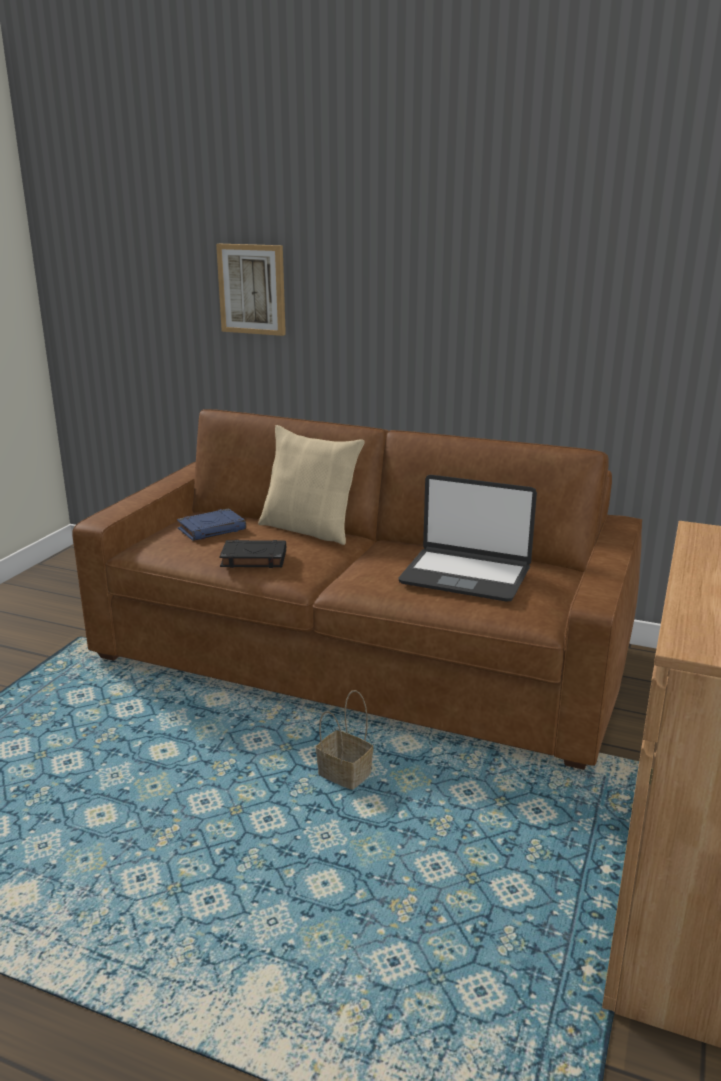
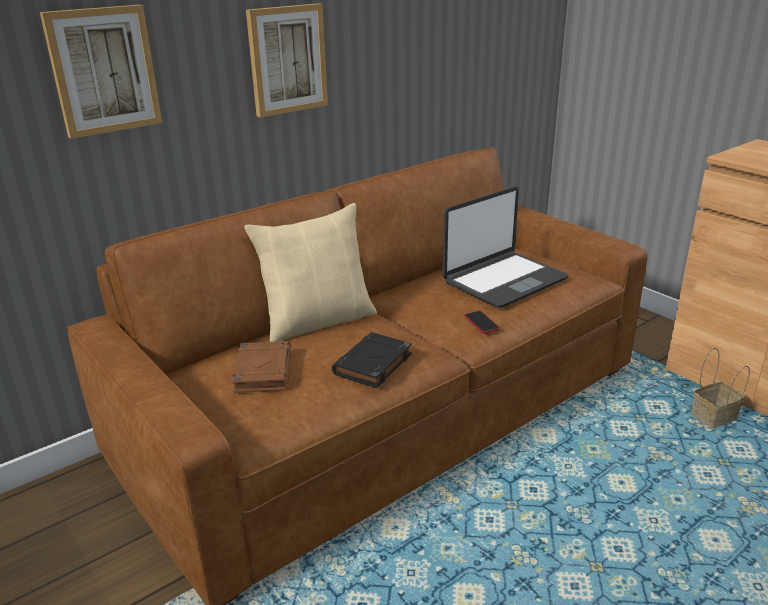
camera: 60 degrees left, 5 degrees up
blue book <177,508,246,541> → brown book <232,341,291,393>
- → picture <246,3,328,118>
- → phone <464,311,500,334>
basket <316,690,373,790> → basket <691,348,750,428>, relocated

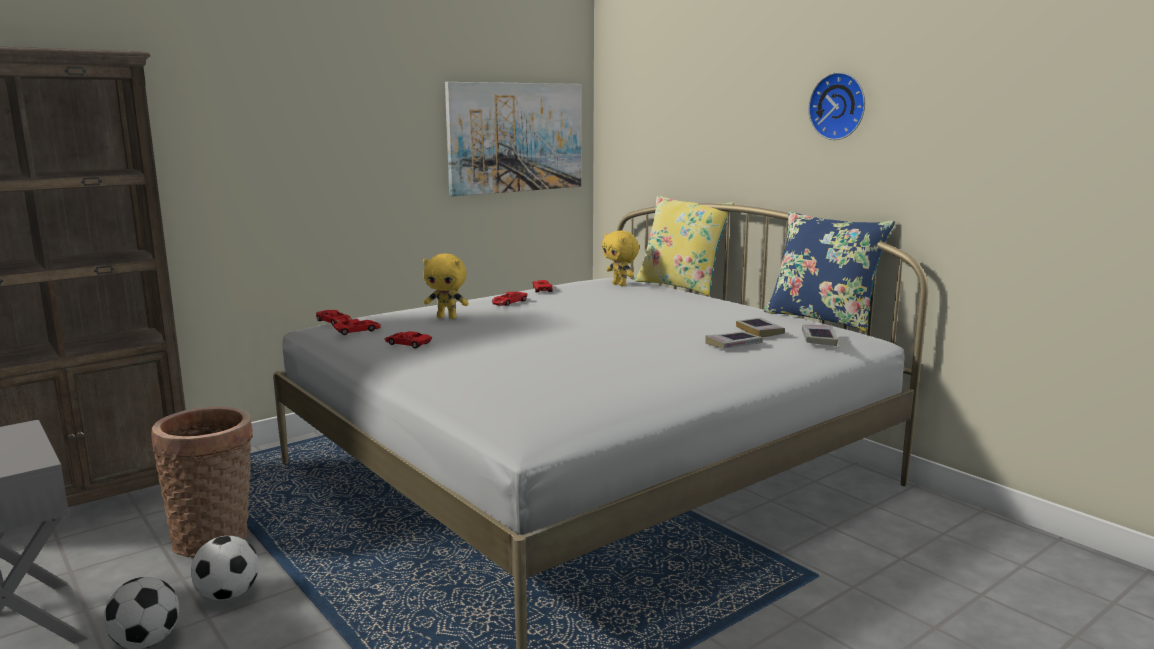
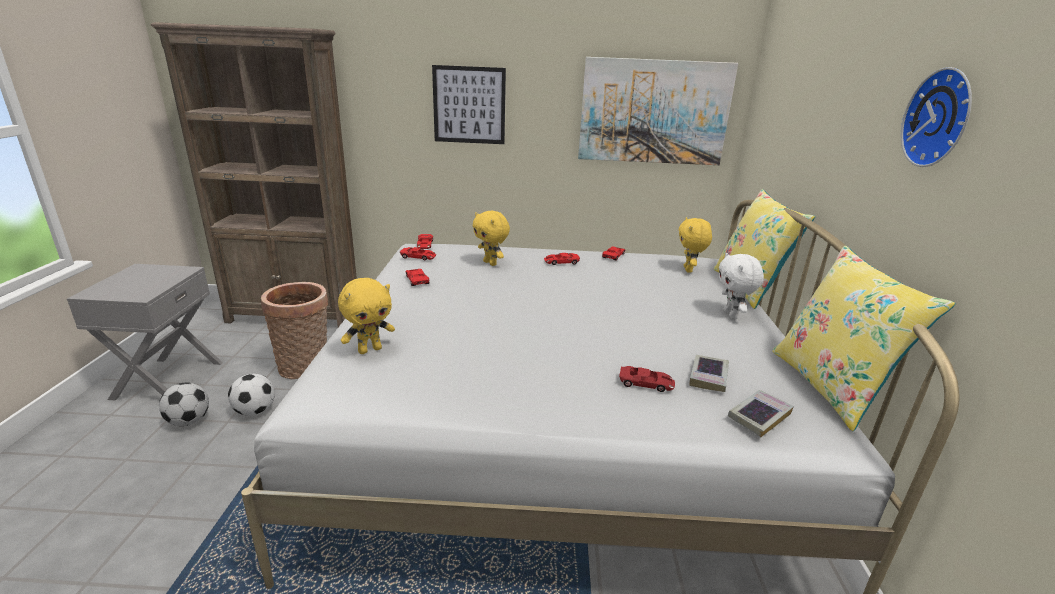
camera: 40 degrees right, 10 degrees up
- → yellow plush toy <338,278,395,354>
- → picture <432,65,506,144>
book <705,332,763,349> → red toy car <619,366,675,392>
- → white plush toy <719,253,764,319>
blue pillow <764,211,895,332> → yellow pillow <772,246,955,431>

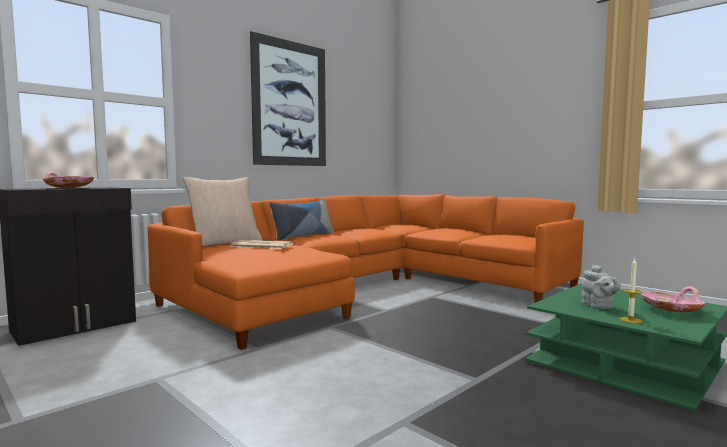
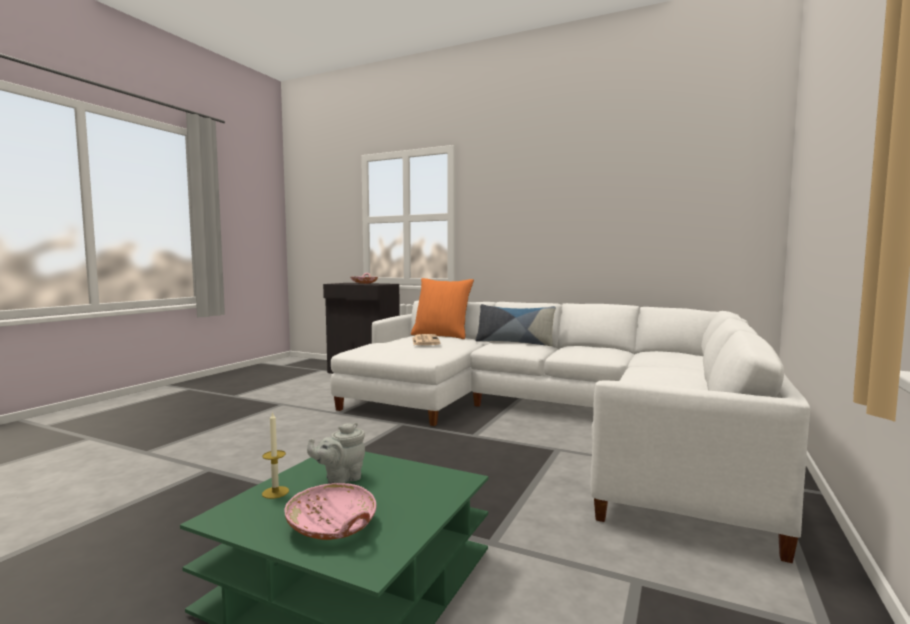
camera: 70 degrees right, 0 degrees up
orange sofa <148,194,584,350> → white sofa <331,301,810,563>
beige pillow <183,177,262,247> → orange pillow <411,278,474,339>
picture <250,31,326,166> → -

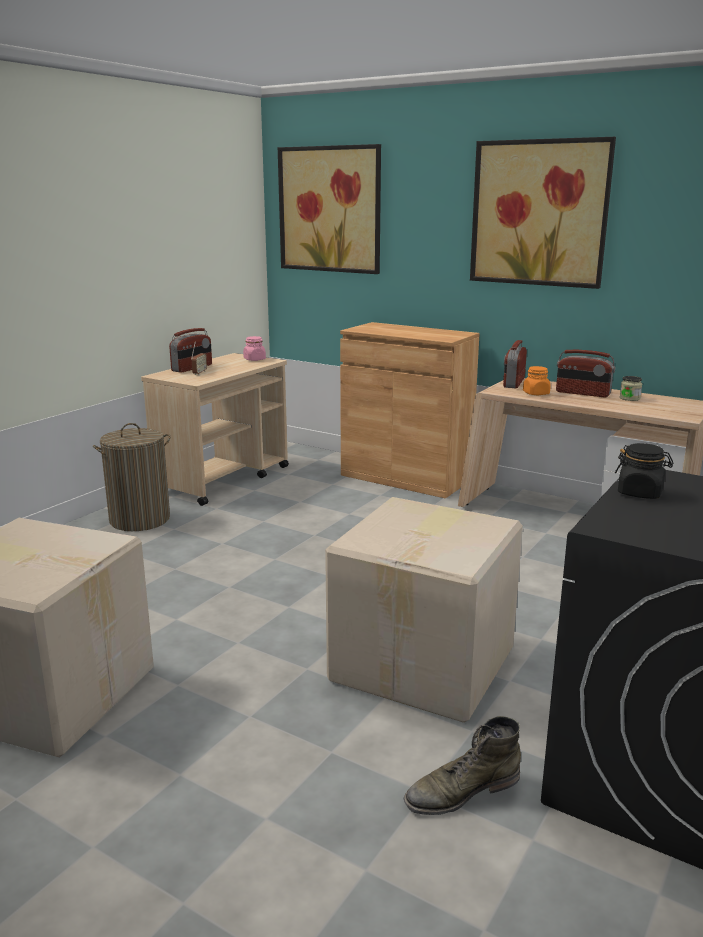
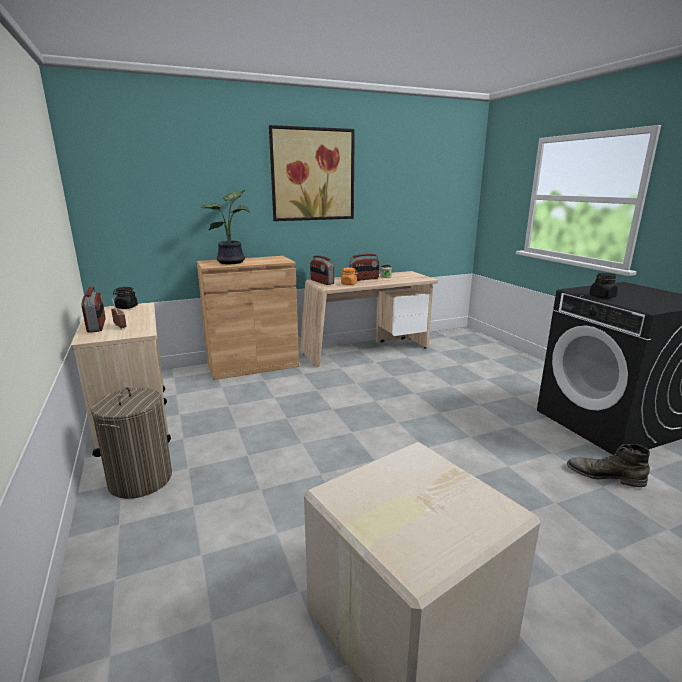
camera: 55 degrees left, 0 degrees up
pink jar <243,336,266,361> → black jar <113,287,138,309>
- → potted plant <201,190,250,264>
green boot <404,716,521,815> → green boot <567,444,650,487>, 105 degrees clockwise
picture <278,144,381,274> → -
cardboard box <325,497,523,723> → -

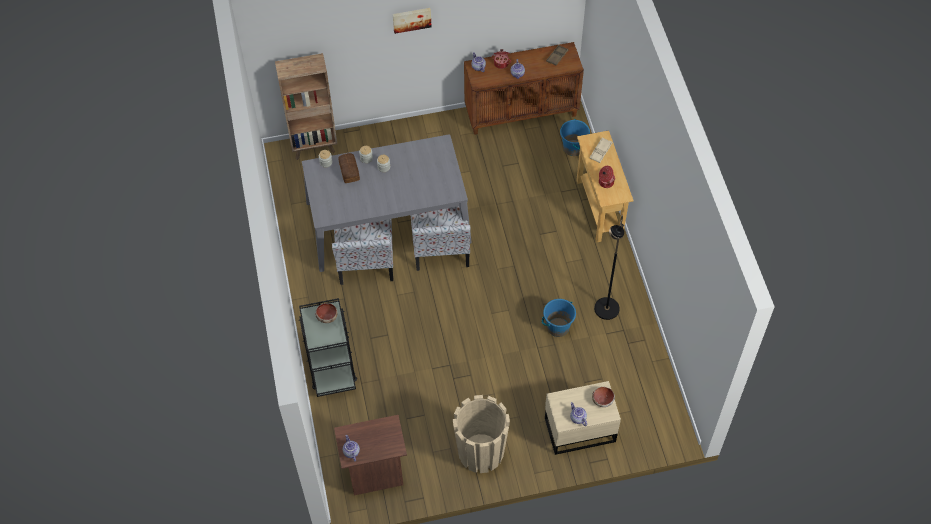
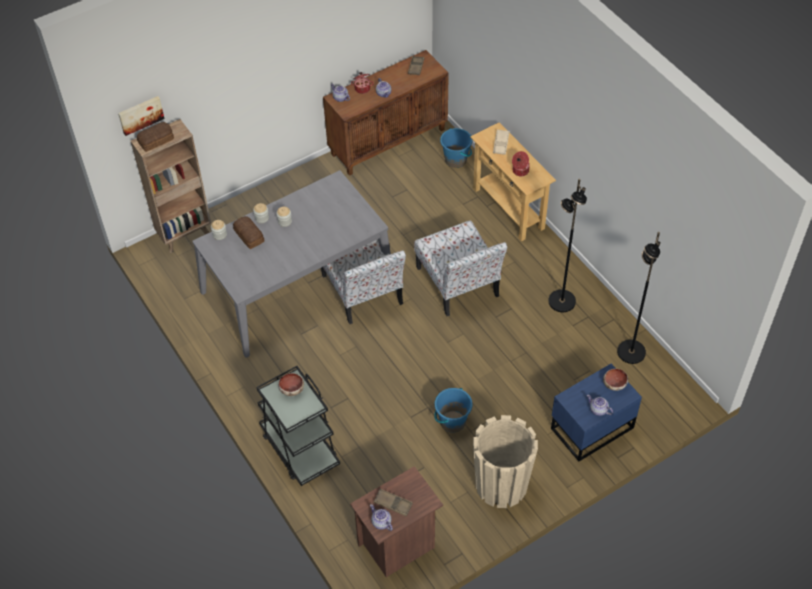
camera: 20 degrees left, 5 degrees down
picture <393,8,431,34> → picture <118,96,165,136>, relocated
- → bread <137,122,174,152>
- → brown tray <374,489,413,517>
chair <332,219,393,285> → chair <414,220,507,316>, relocated
blue bucket <542,299,576,337> → blue bucket <434,388,472,433>, relocated
beige nightstand <545,381,621,455> → blue nightstand <551,364,642,461>
- → black floor lamp <617,232,661,364>

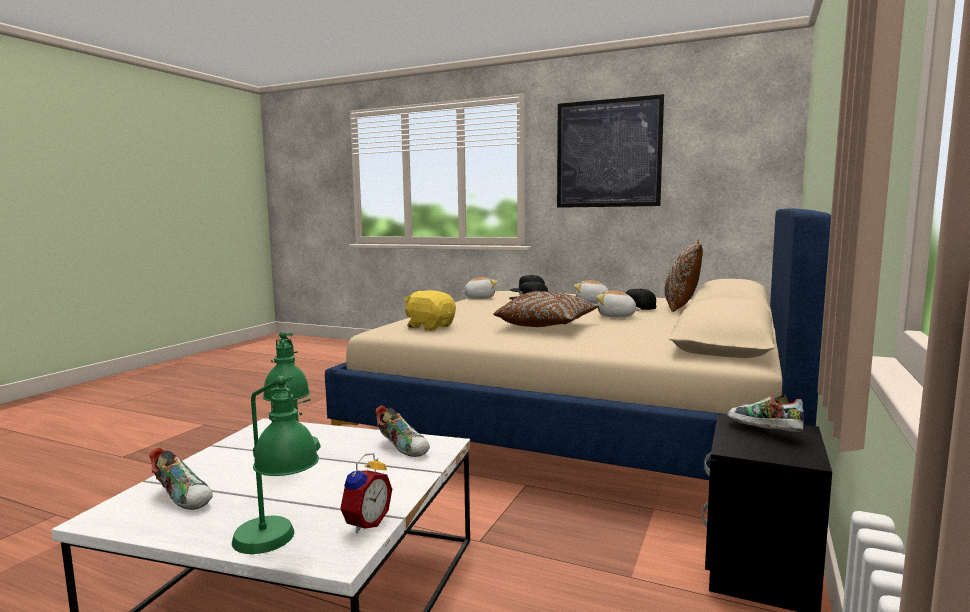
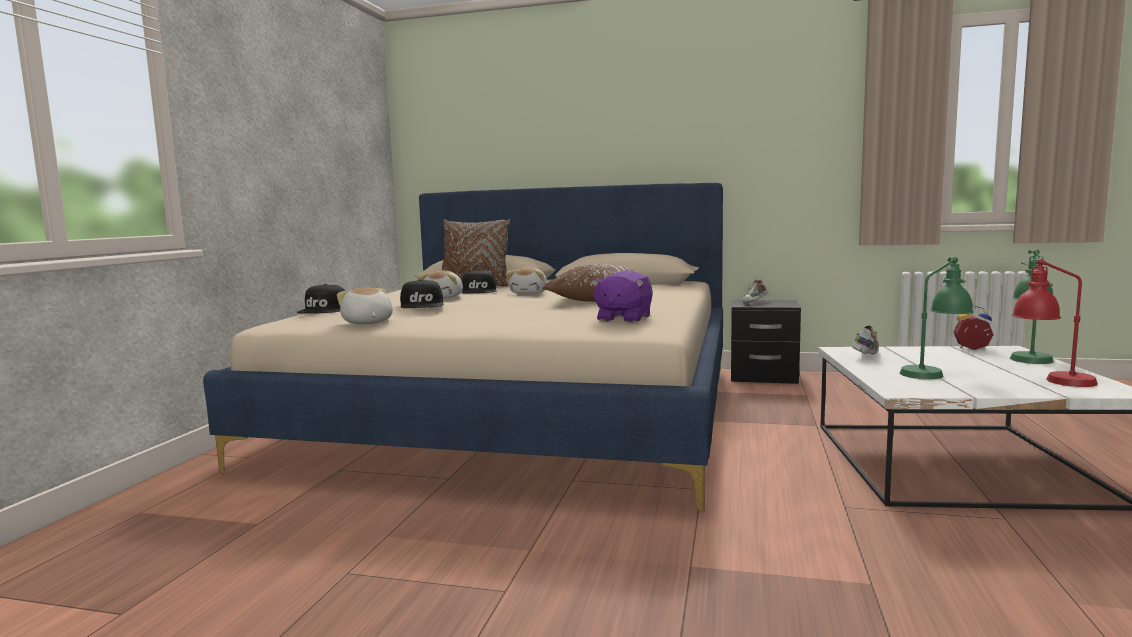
camera: 100 degrees left, 0 degrees up
yellow plush toy <404,290,456,330> → purple plush toy <591,270,653,323>
shoe <149,448,213,510> → red table lamp <1012,259,1098,387>
picture <557,94,664,208> → -

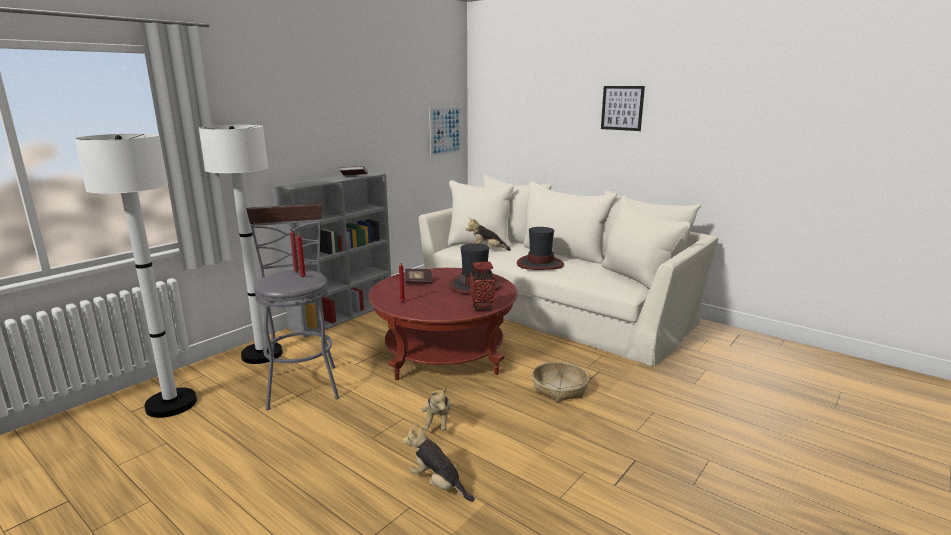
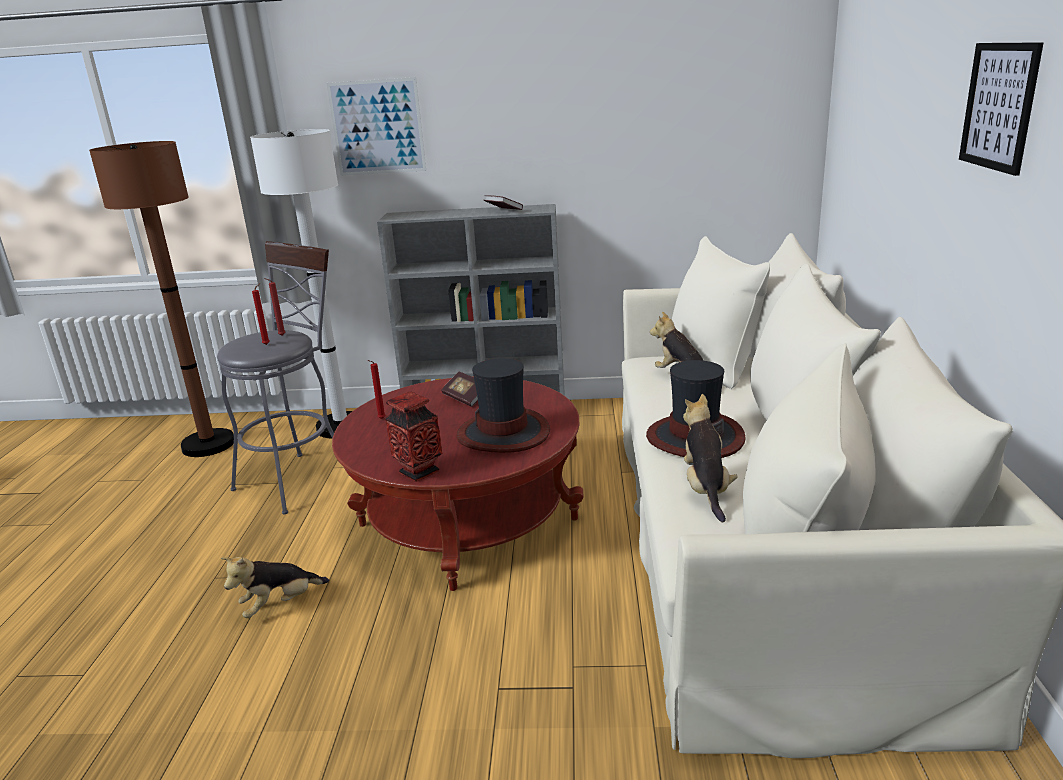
camera: 55 degrees right, 5 degrees up
white floor lamp <75,133,197,418> → brown floor lamp <89,141,234,457>
picture <429,106,462,157> → picture <326,77,426,176>, relocated
plush toy <403,421,474,502> → plush toy <683,394,738,522>, relocated
basket <532,362,589,402> → -

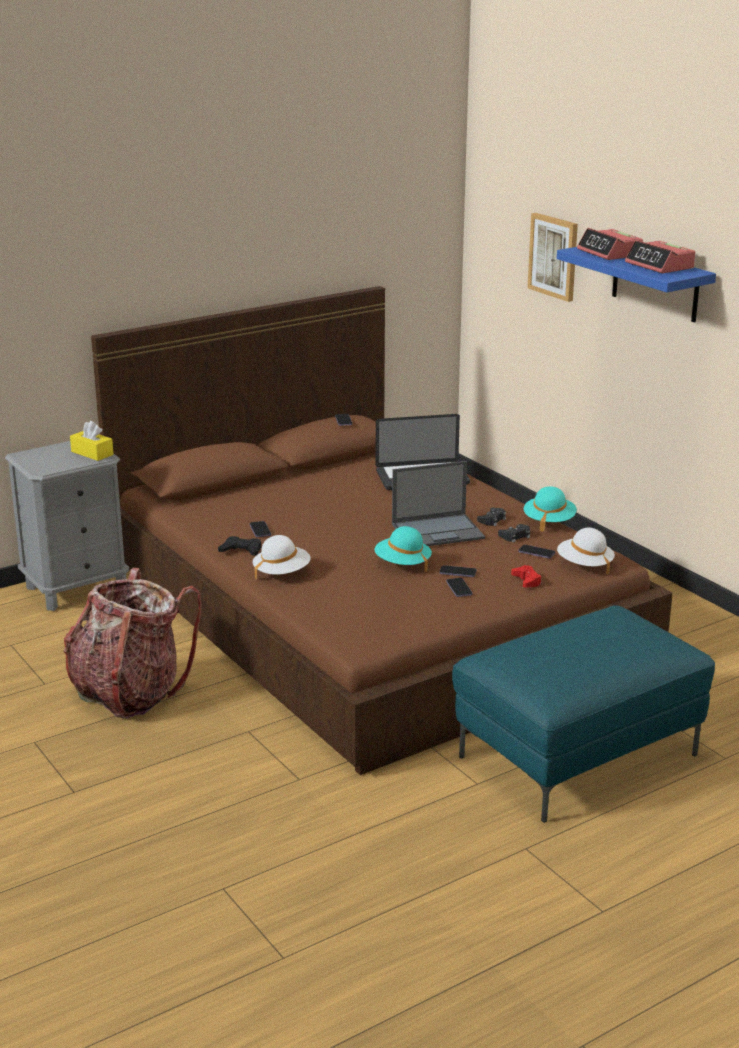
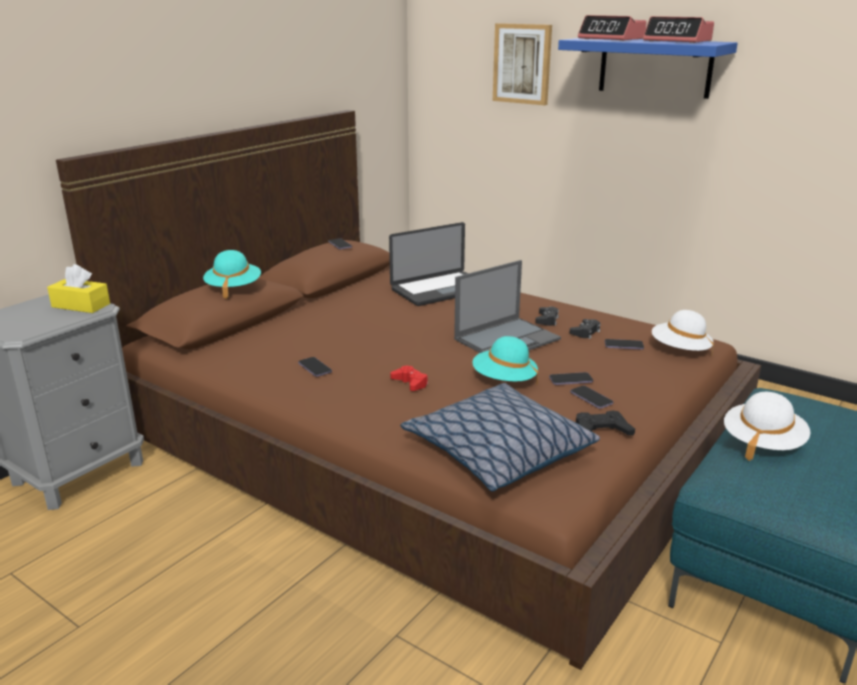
camera: 20 degrees left, 0 degrees up
turquoise hat <524,486,577,532> → turquoise hat <203,250,261,299>, relocated
red game controller <511,565,541,588> → red game controller <390,366,428,391>, relocated
- → pillow <400,383,600,492>
black game controller <218,536,261,556> → black game controller <576,410,635,435>, relocated
white hat <252,535,311,579> → white hat <724,392,810,461>, relocated
backpack <63,568,202,719> → -

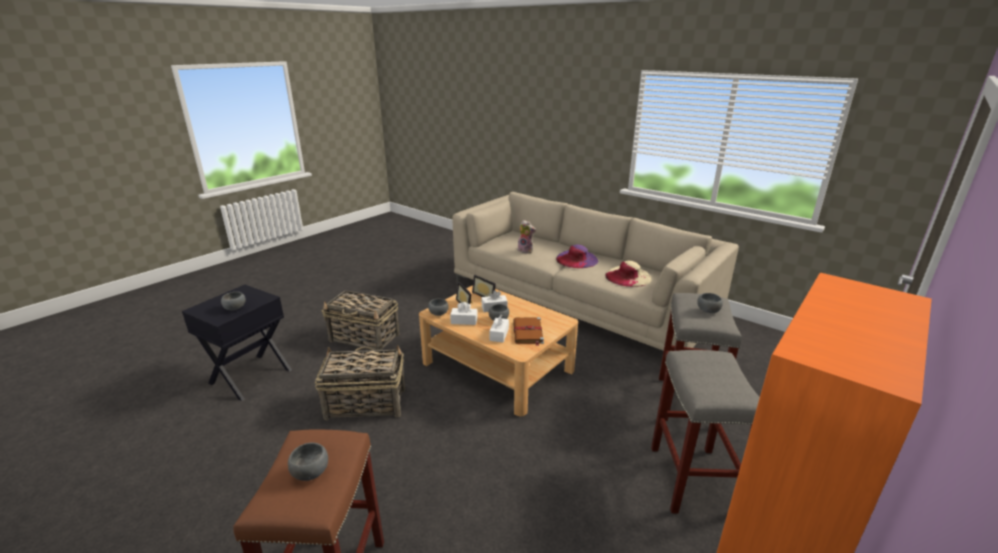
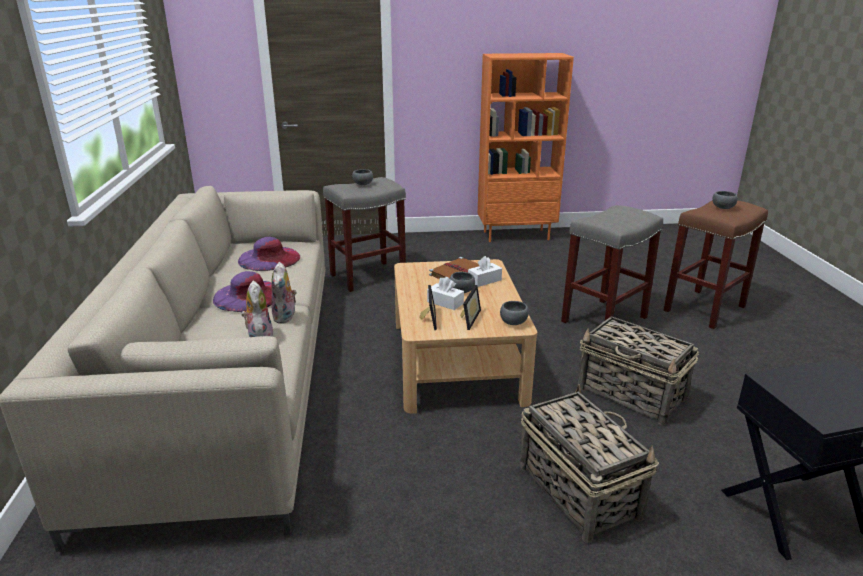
camera: 135 degrees left, 0 degrees up
beige hat <606,261,652,287> → purple hat <238,237,301,271>
- → plush toy <271,262,297,324>
grey stool <651,350,760,514> → grey stool <561,205,663,323>, relocated
grey bowl <221,292,246,310> → -
white tissue box <450,302,478,325> → -

